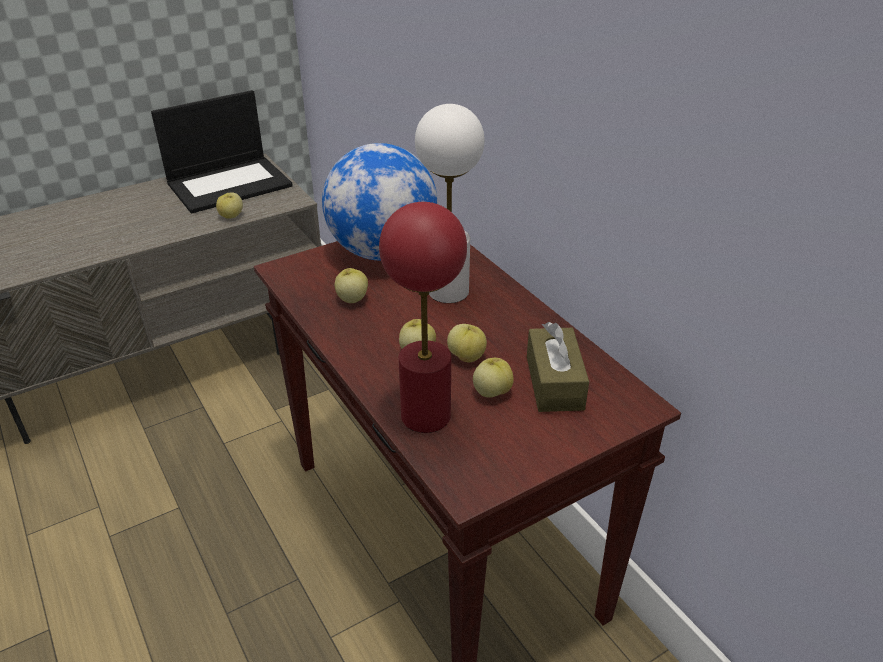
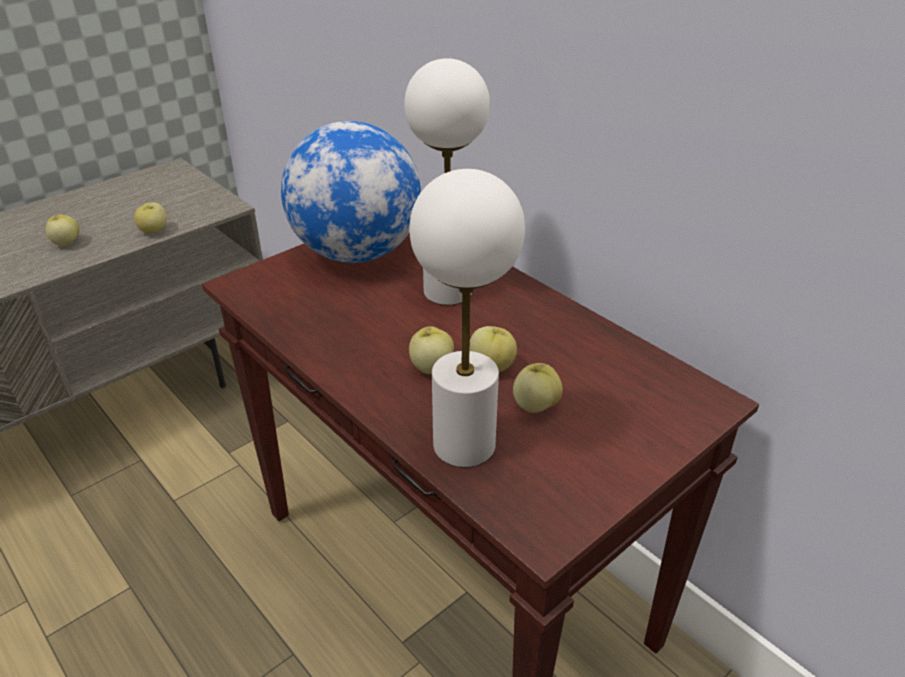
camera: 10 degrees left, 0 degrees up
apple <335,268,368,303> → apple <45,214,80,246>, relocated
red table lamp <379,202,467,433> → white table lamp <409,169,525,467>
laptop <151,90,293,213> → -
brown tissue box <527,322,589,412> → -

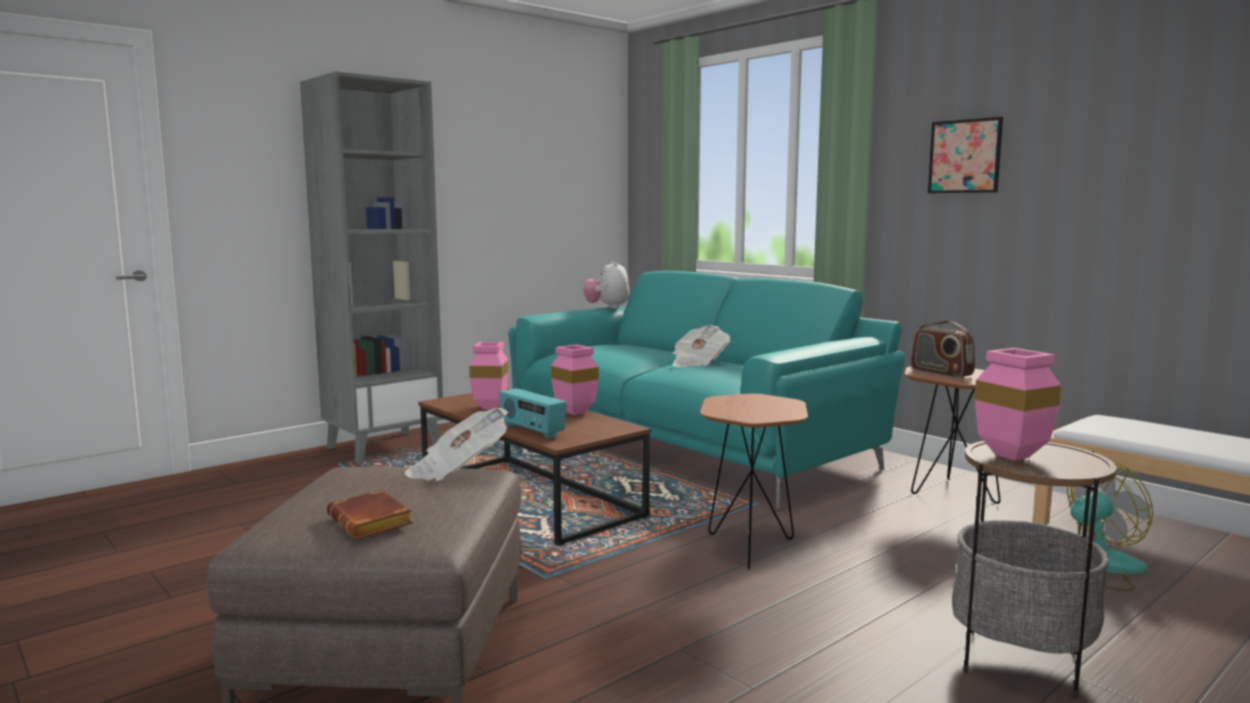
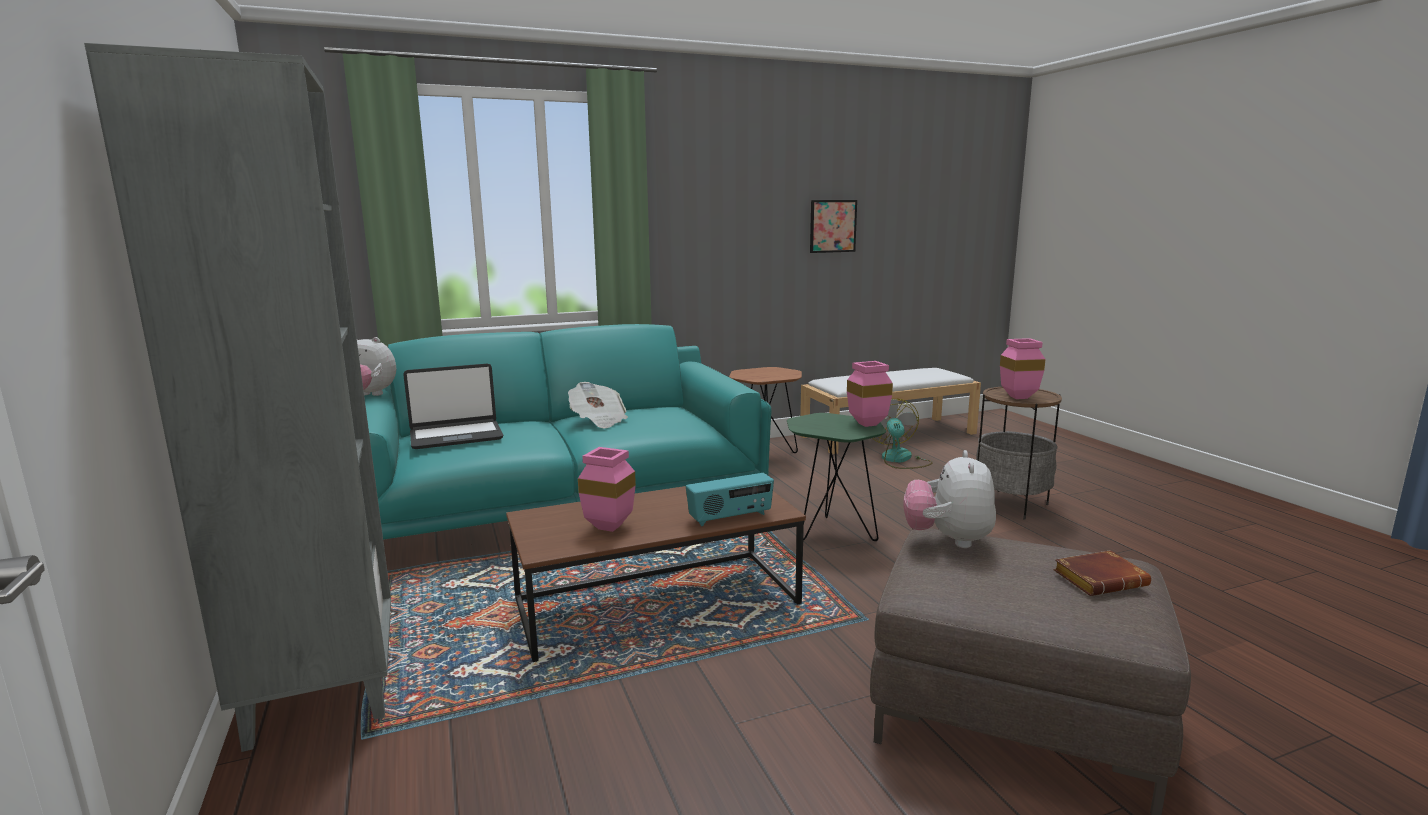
camera: 70 degrees left, 5 degrees up
- → laptop <403,364,503,449>
brown side table <700,393,808,570> → green side table <787,413,886,541>
picture <928,117,1003,193> → picture <810,200,857,253>, relocated
pink vase <551,344,599,415> → pink vase <847,361,893,427>, relocated
newspaper <405,408,508,481> → plush toy <903,450,996,548>
radio <910,320,975,378> → -

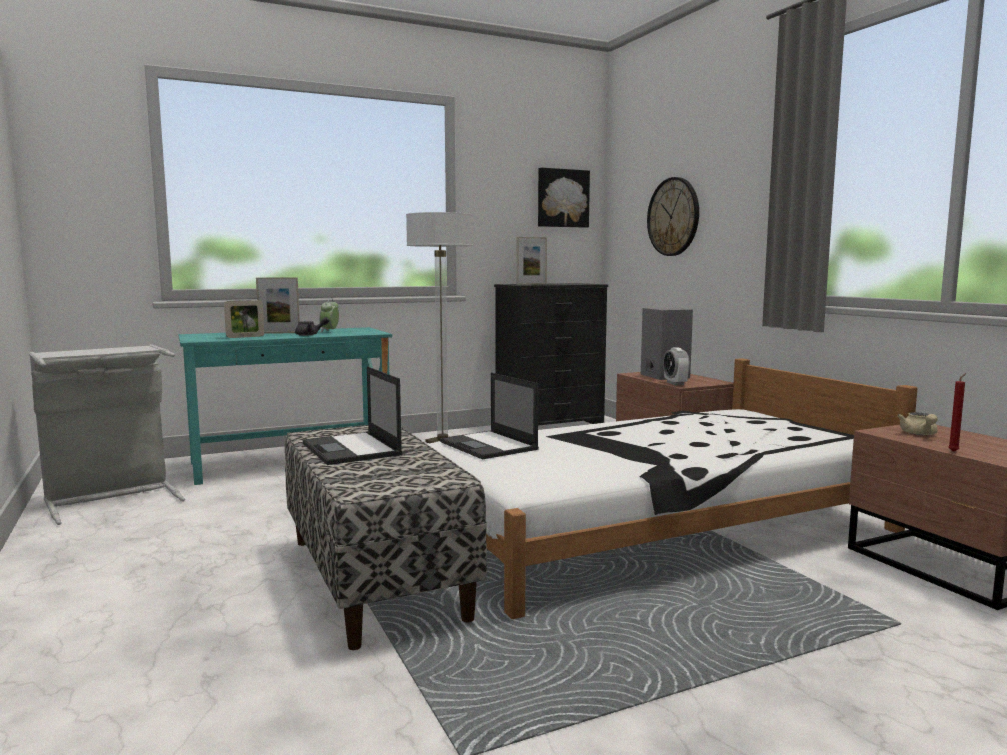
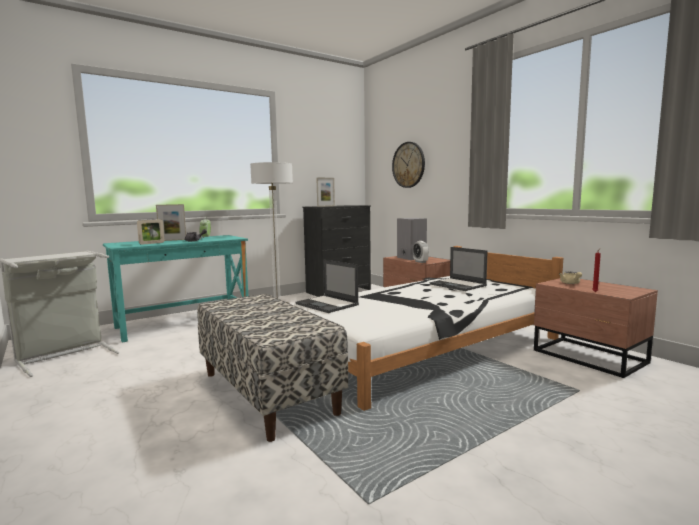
camera: 10 degrees left, 0 degrees up
laptop <303,366,403,465> → laptop <430,247,488,291>, relocated
picture <538,168,590,228> → -

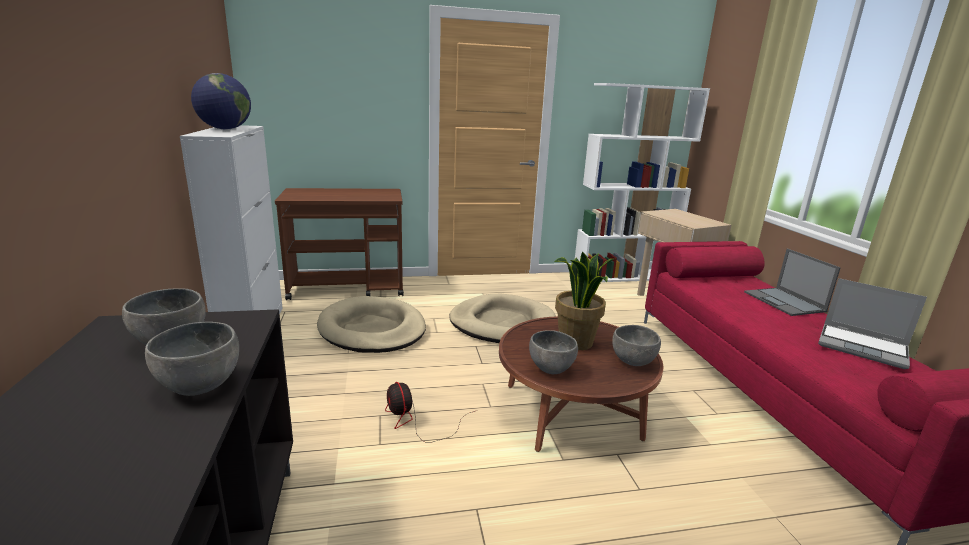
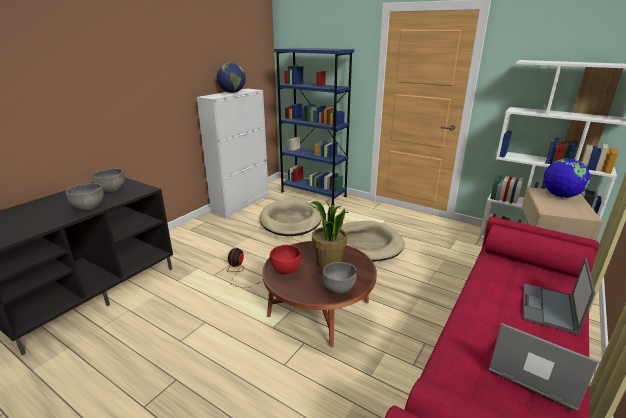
camera: 45 degrees right, 5 degrees up
grey bowl <529,330,578,374> → red bowl <270,245,302,274>
brown cart <275,188,404,300> → blue bookcase <274,48,354,206>
laptop <818,278,927,369> → laptop <489,323,599,411>, 135 degrees clockwise
- → globe <543,158,590,198>

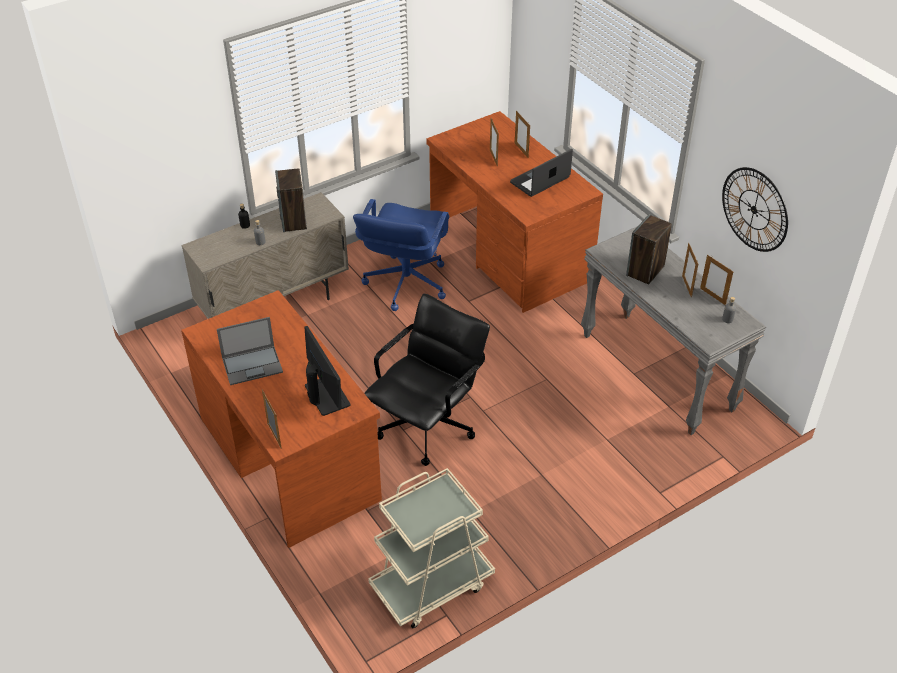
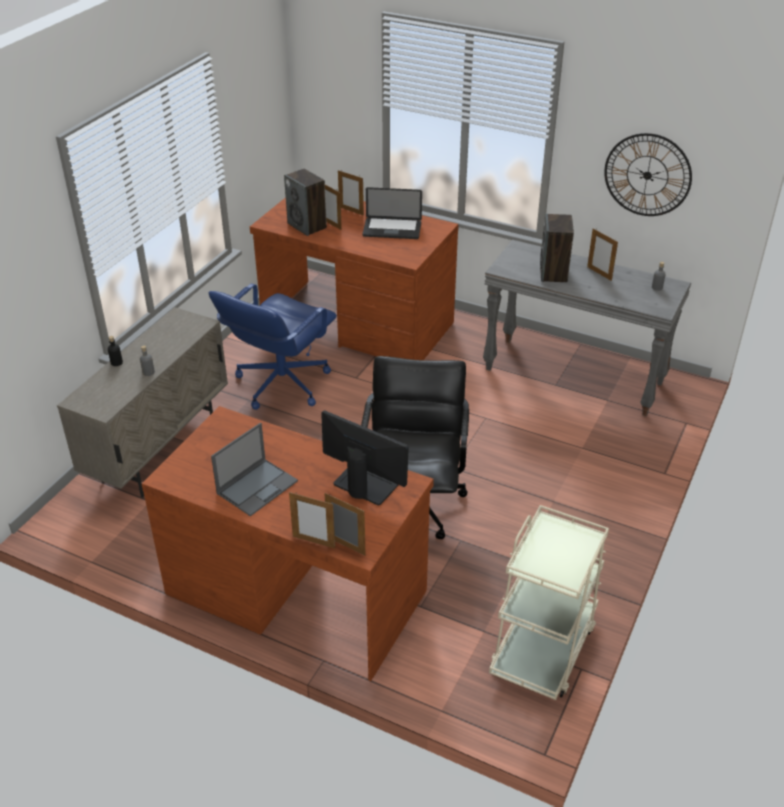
camera: 30 degrees left, 5 degrees down
blue office chair <353,199,449,311> → blue office chair <209,284,337,410>, 45 degrees clockwise
speaker <275,168,307,232> → speaker <284,169,327,236>, relocated
picture frame <700,255,733,305> → picture frame <289,492,335,548>, relocated
laptop <510,149,573,197> → laptop <363,187,422,239>, 105 degrees counterclockwise

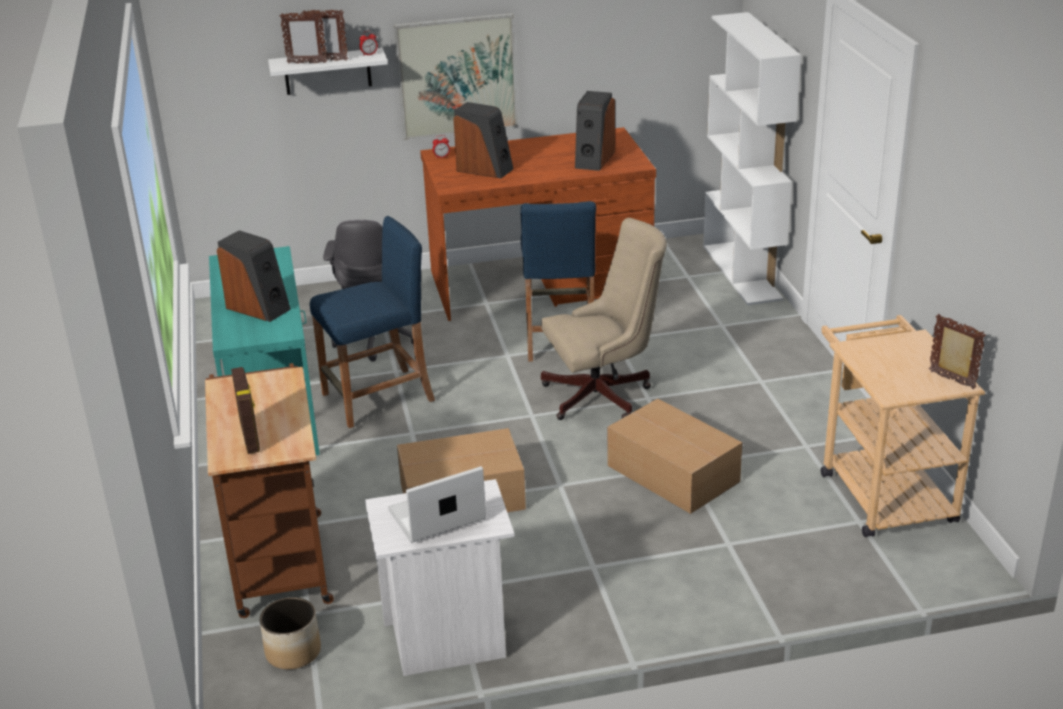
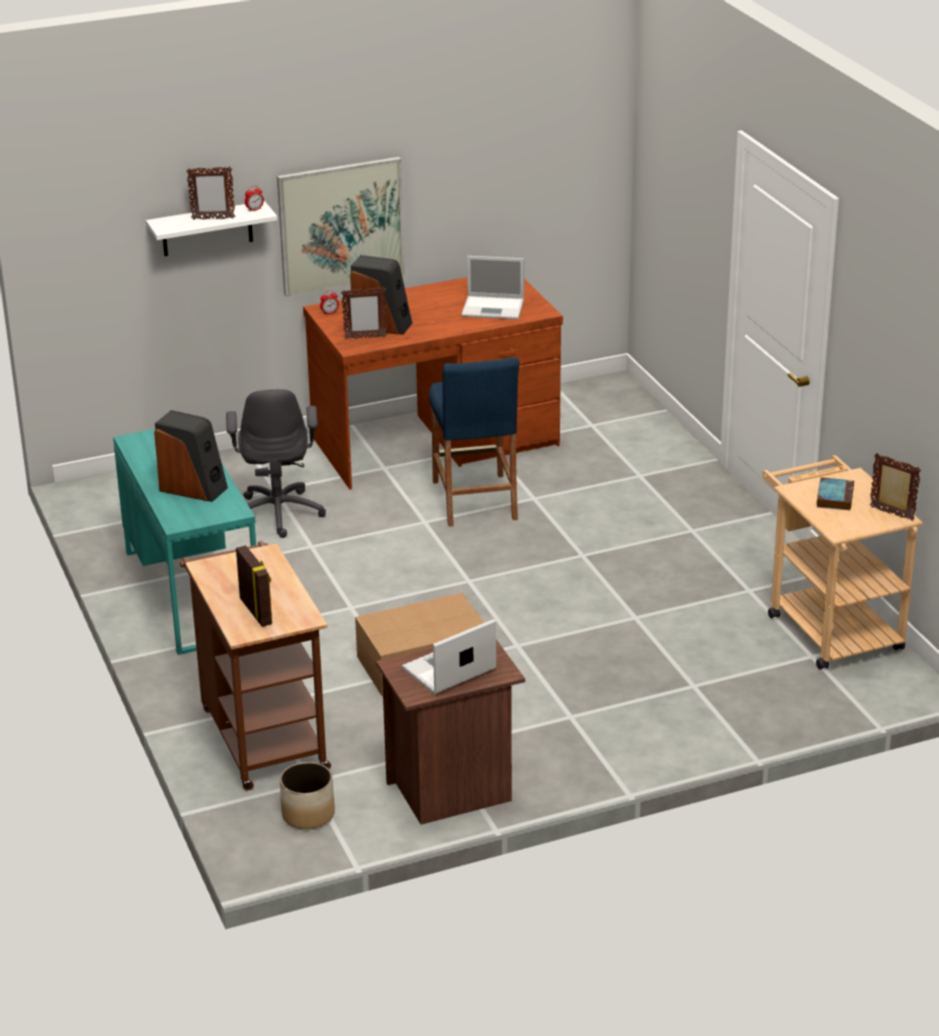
camera: 10 degrees left, 0 degrees up
picture frame <280,12,327,64> → picture frame <341,287,387,339>, relocated
white nightstand <365,479,515,676> → brown nightstand <376,640,525,825>
speaker <575,91,615,171> → laptop <461,256,524,320>
- → book <817,477,854,510>
blue stool <310,216,435,428> → -
beige office chair <541,218,667,420> → -
cardboard box <607,399,742,514> → -
white bookcase <703,12,801,305> → -

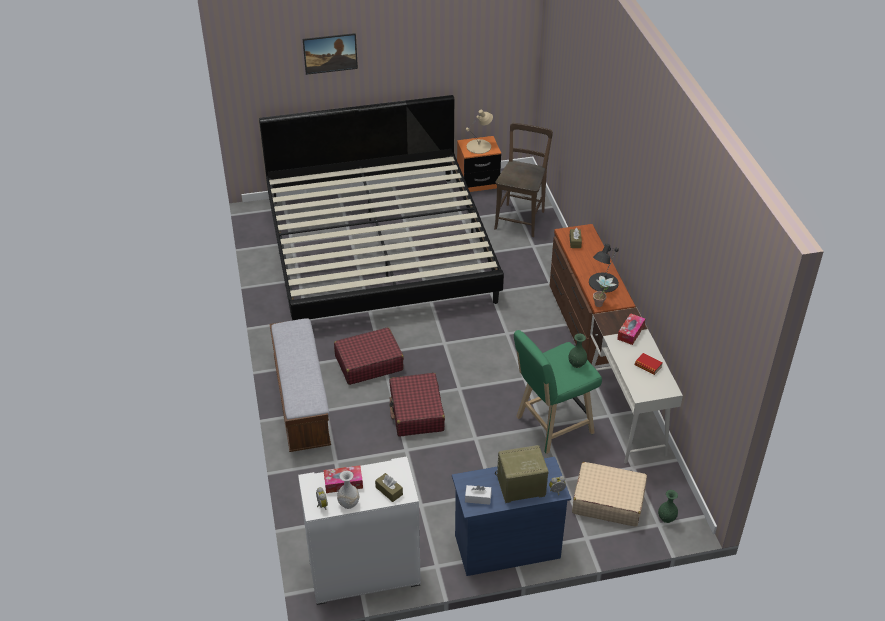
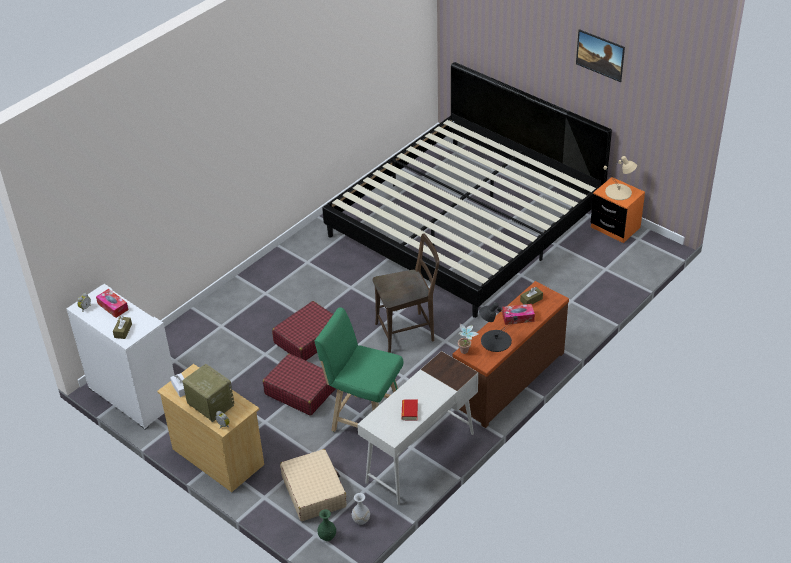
camera: 55 degrees right, 0 degrees up
blue dresser <452,457,571,576> → beige dresser <157,364,264,492>
red suitcase <334,327,404,385> → red suitcase <263,354,336,415>, relocated
white vase <337,471,359,509> → white vase <352,493,370,525>, relocated
brown chair <494,123,553,237> → brown chair <373,234,439,353>, relocated
tissue box <617,313,645,345> → tissue box <502,304,535,325>, relocated
picture <303,33,358,75> → picture <576,29,625,82>, relocated
bench <269,318,331,452> → -
green vase <568,334,587,368> → -

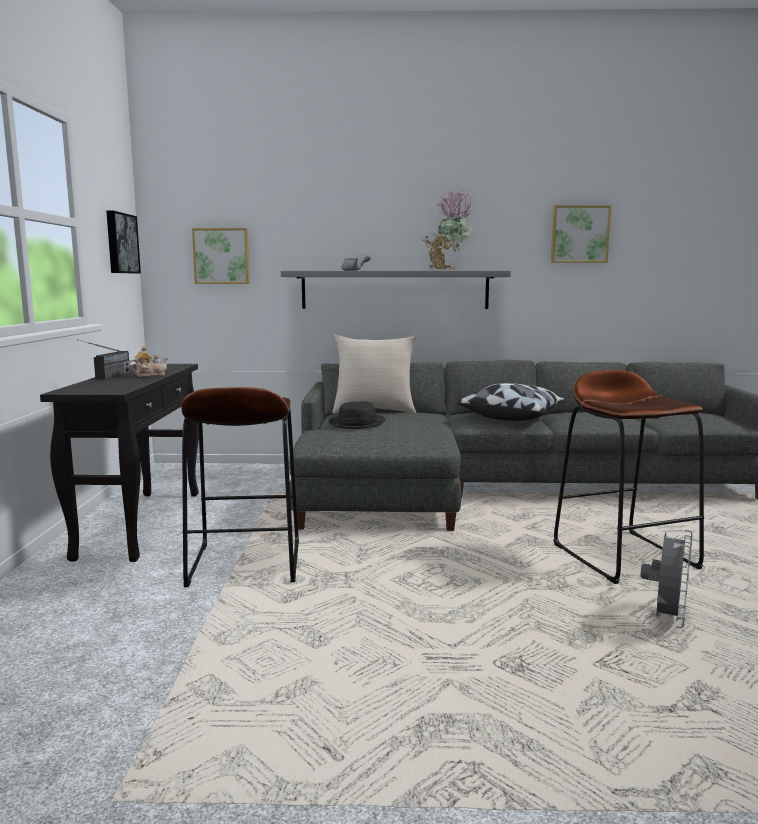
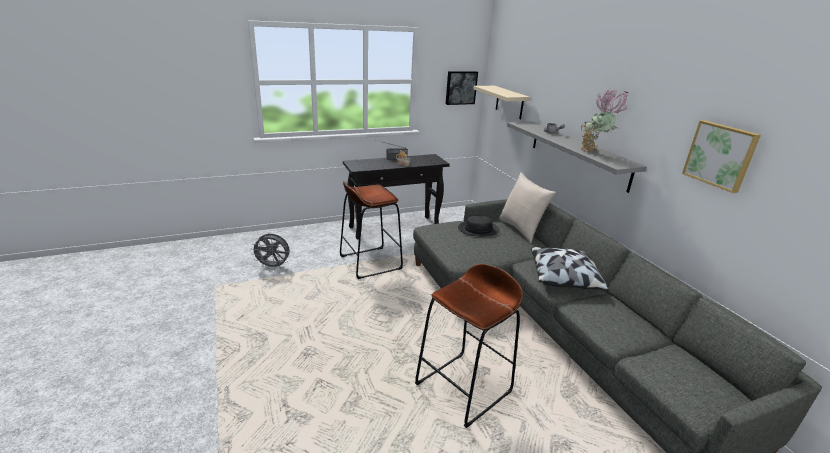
camera: 65 degrees right, 15 degrees up
grey fan <640,530,693,628> → grey fan <251,234,290,270>, relocated
picture <192,228,250,284> → beige shelf <474,86,530,119>

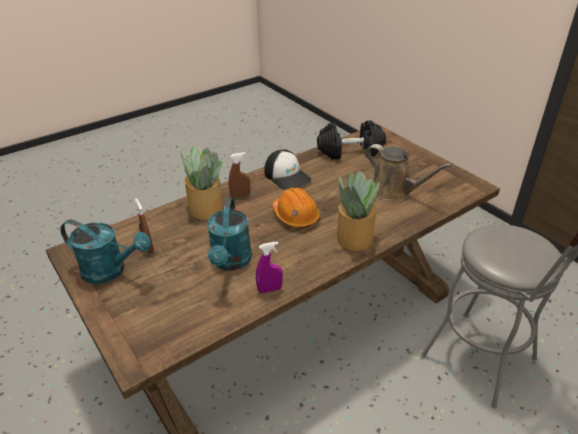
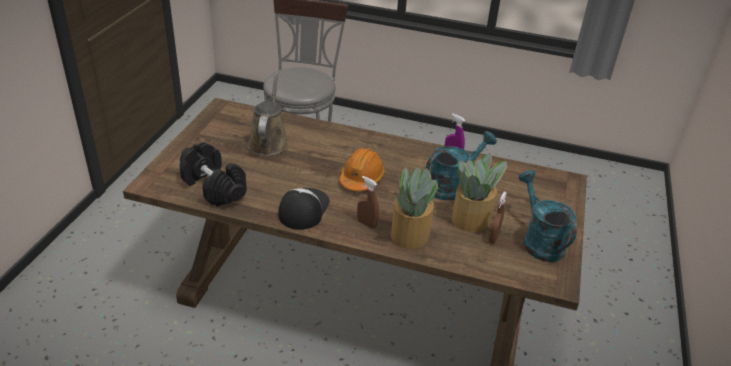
camera: 130 degrees left, 0 degrees up
potted plant <337,171,380,251> → potted plant <452,153,507,232>, relocated

